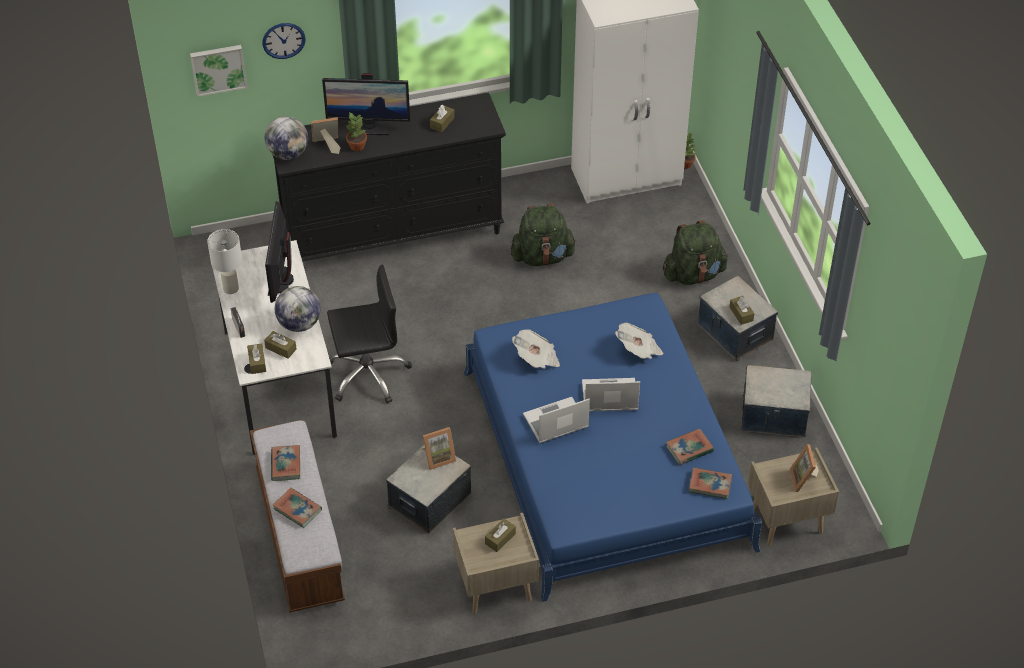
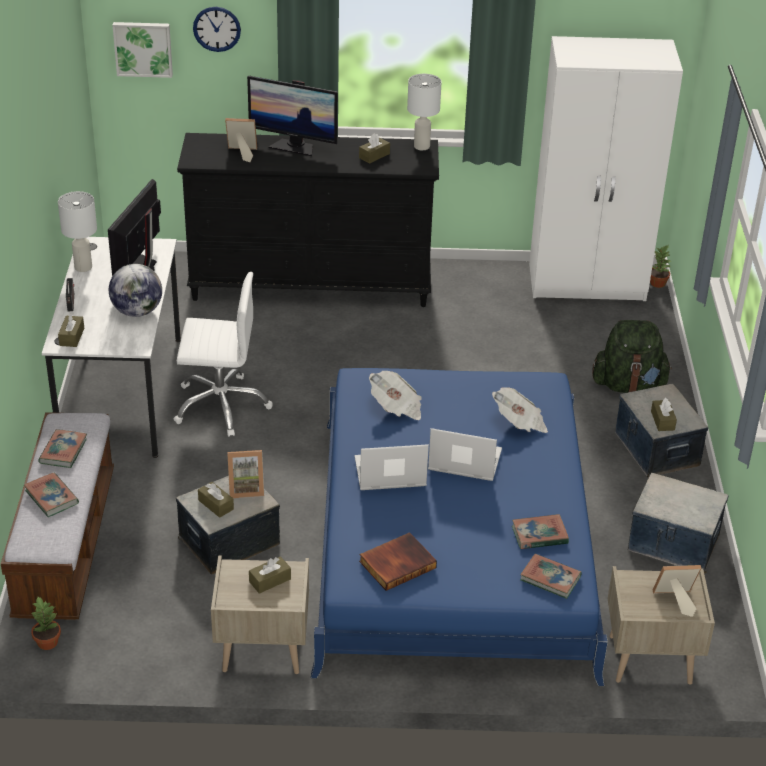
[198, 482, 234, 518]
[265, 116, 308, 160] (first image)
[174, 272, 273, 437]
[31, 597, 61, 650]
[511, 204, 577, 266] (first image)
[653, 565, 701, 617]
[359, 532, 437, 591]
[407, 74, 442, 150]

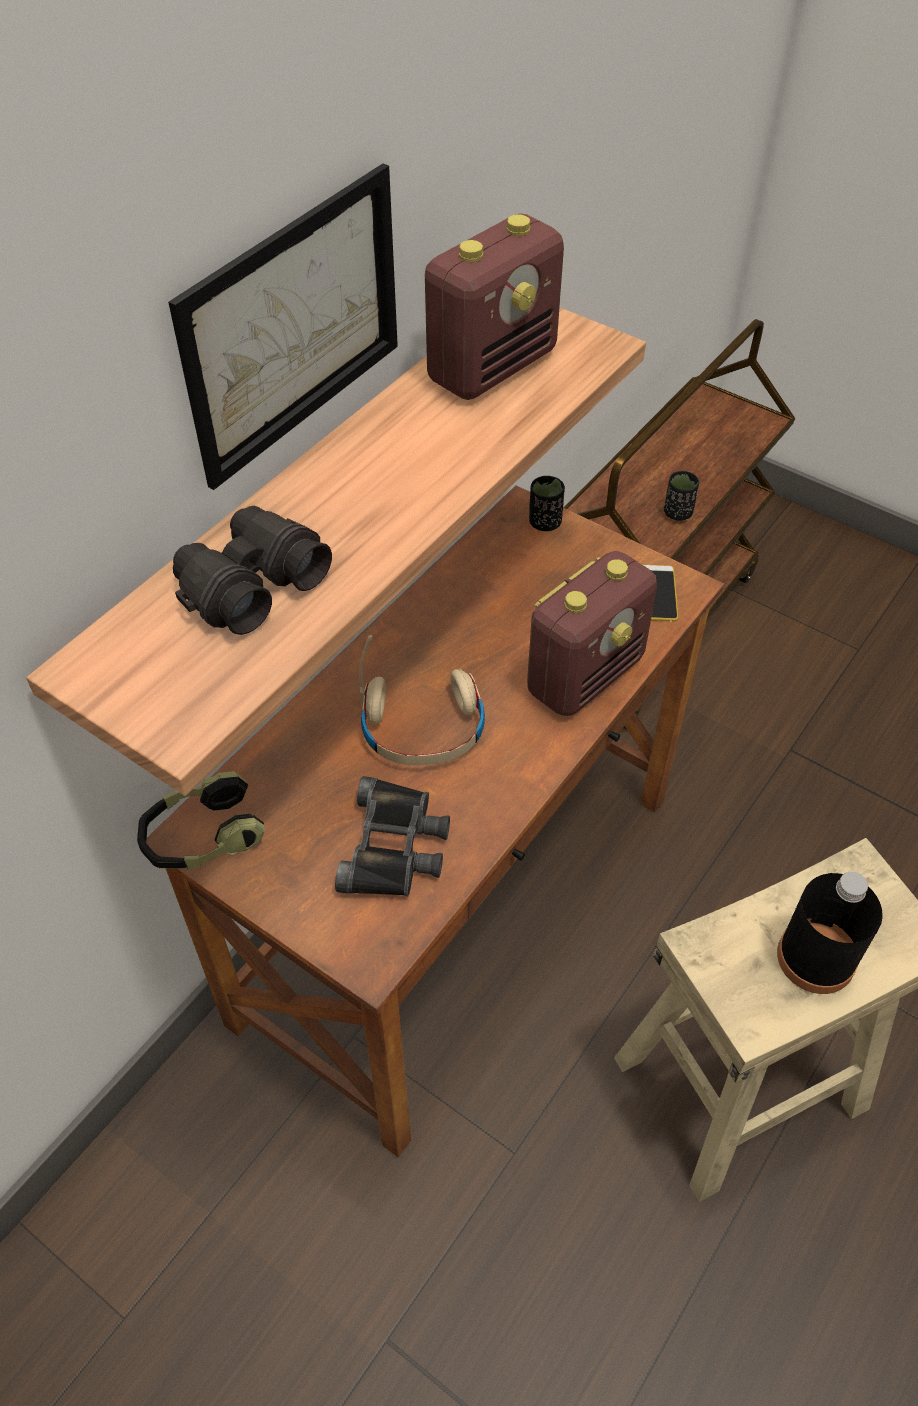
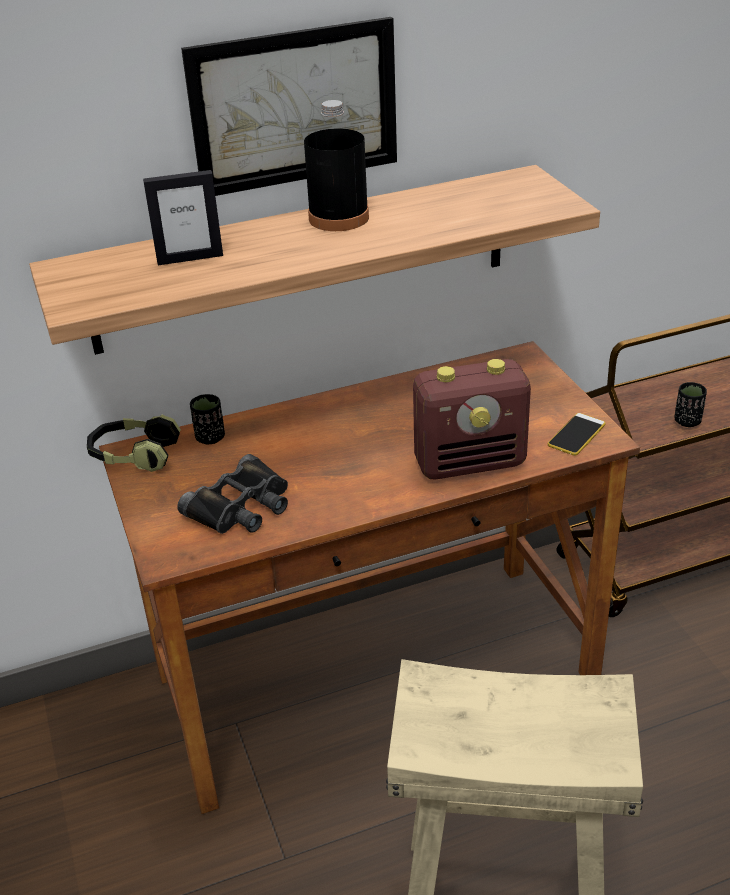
[143, 170, 223, 265]
[359, 635, 485, 765] (first image)
[425, 213, 564, 400] (first image)
[190, 394, 225, 444]
[304, 100, 369, 231]

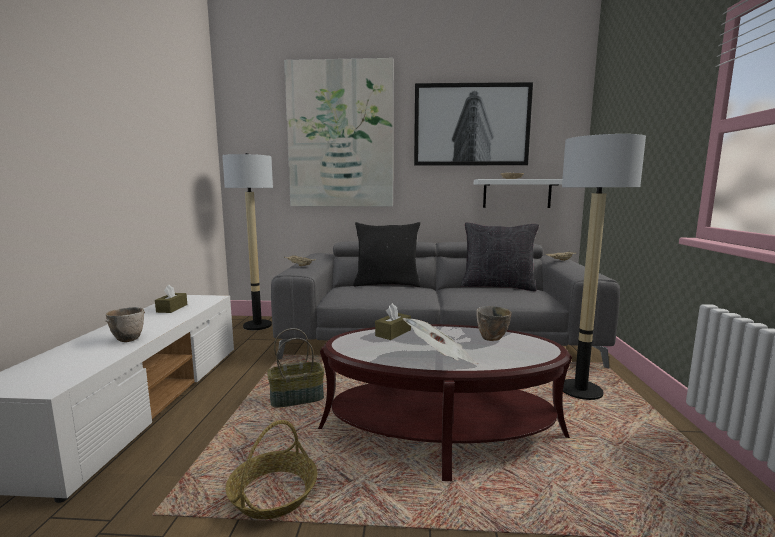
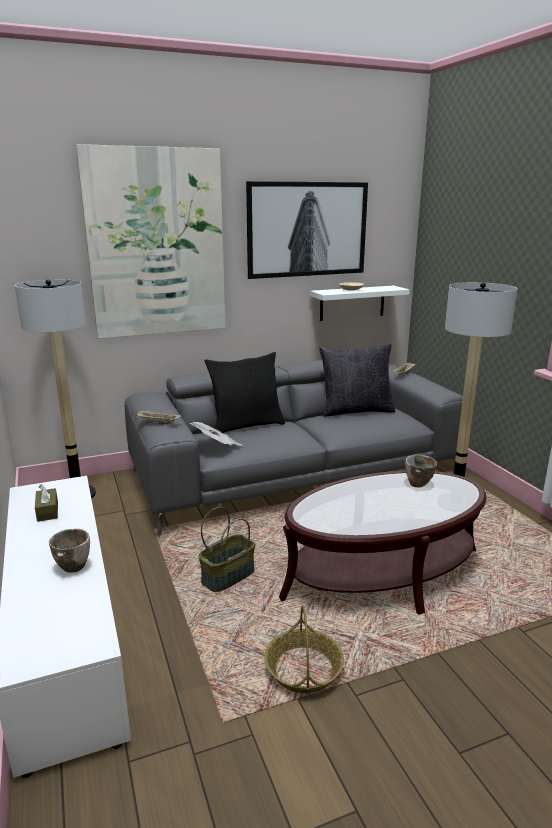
[375, 303, 411, 340] (first image)
[190, 422, 243, 446]

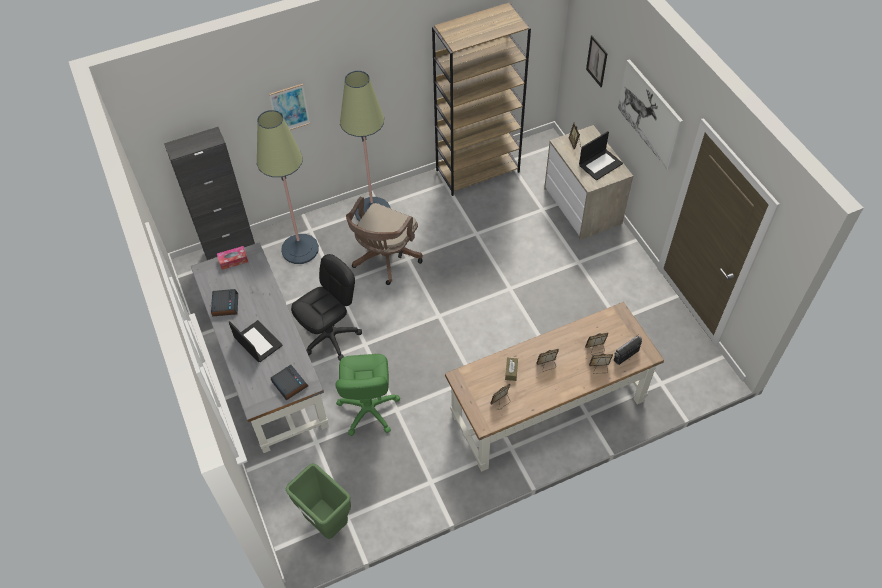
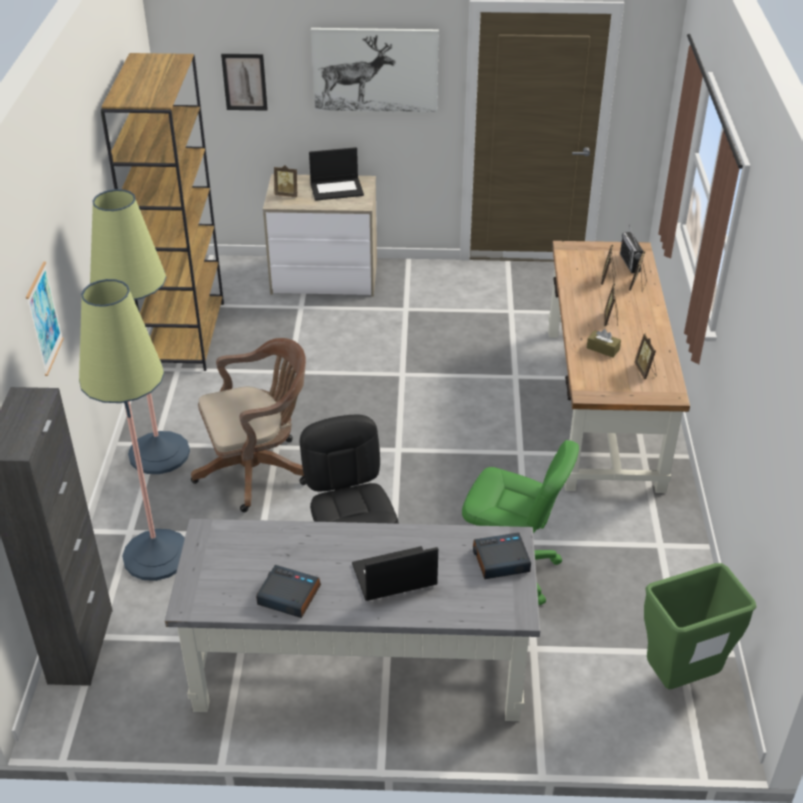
[217, 246, 248, 270] (first image)
[191, 338, 306, 512]
[309, 147, 364, 201]

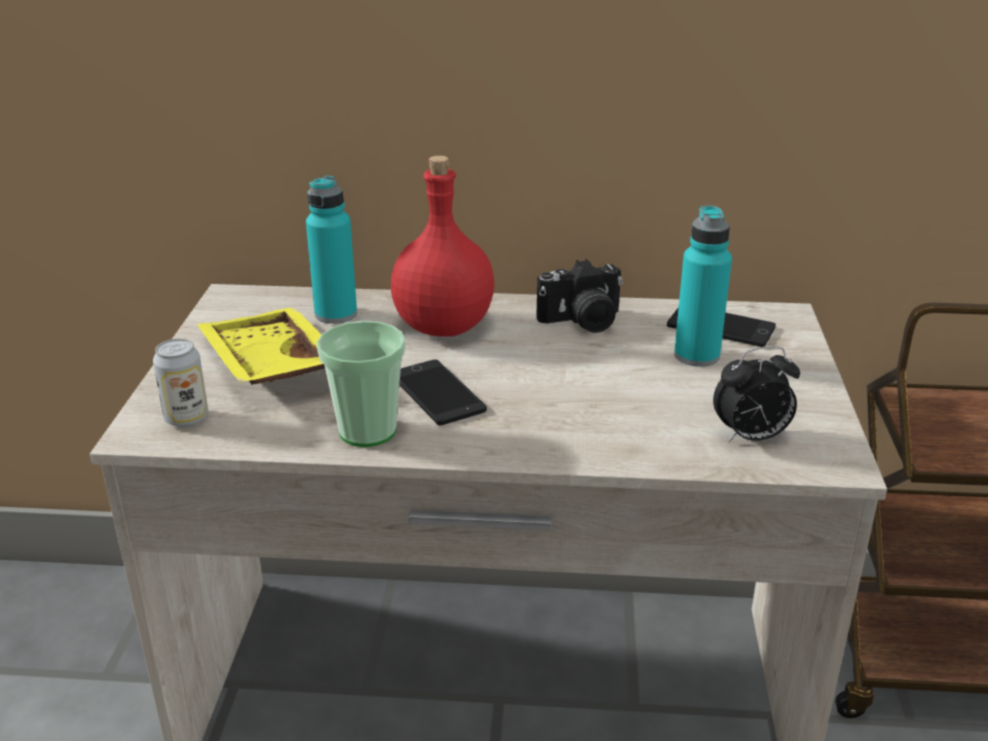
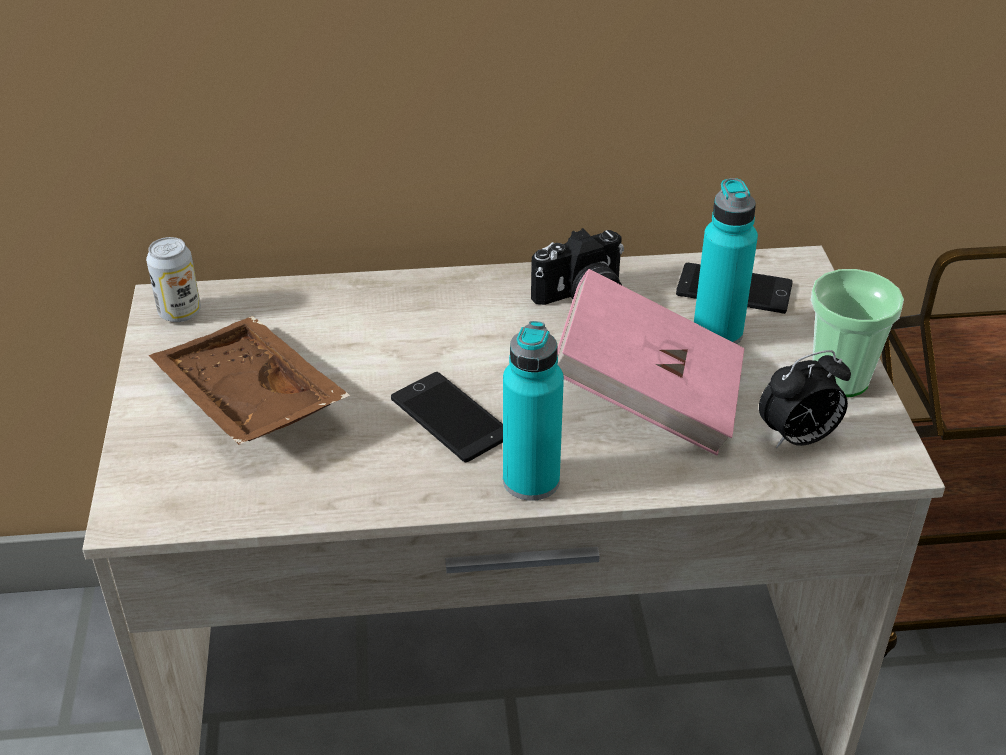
[146, 237, 201, 322]
[148, 316, 350, 445]
[503, 321, 564, 501]
[811, 269, 904, 397]
[391, 156, 494, 337] (first image)
[557, 269, 744, 455]

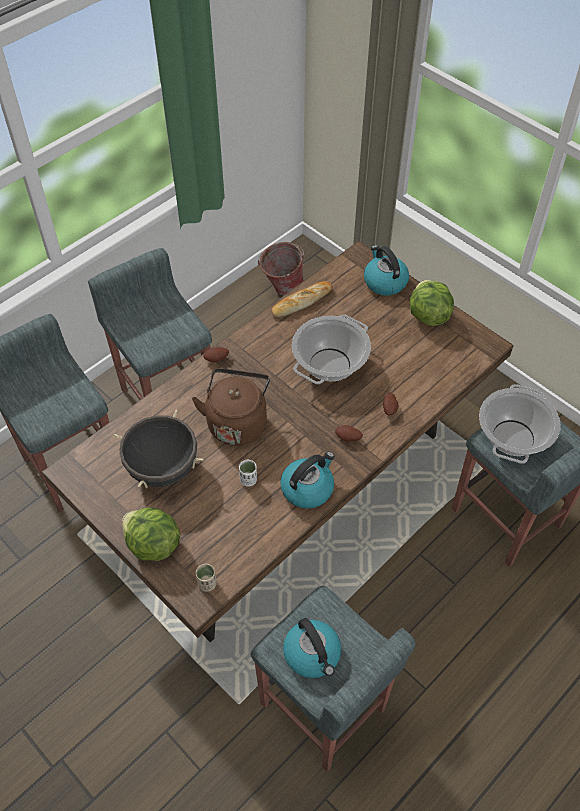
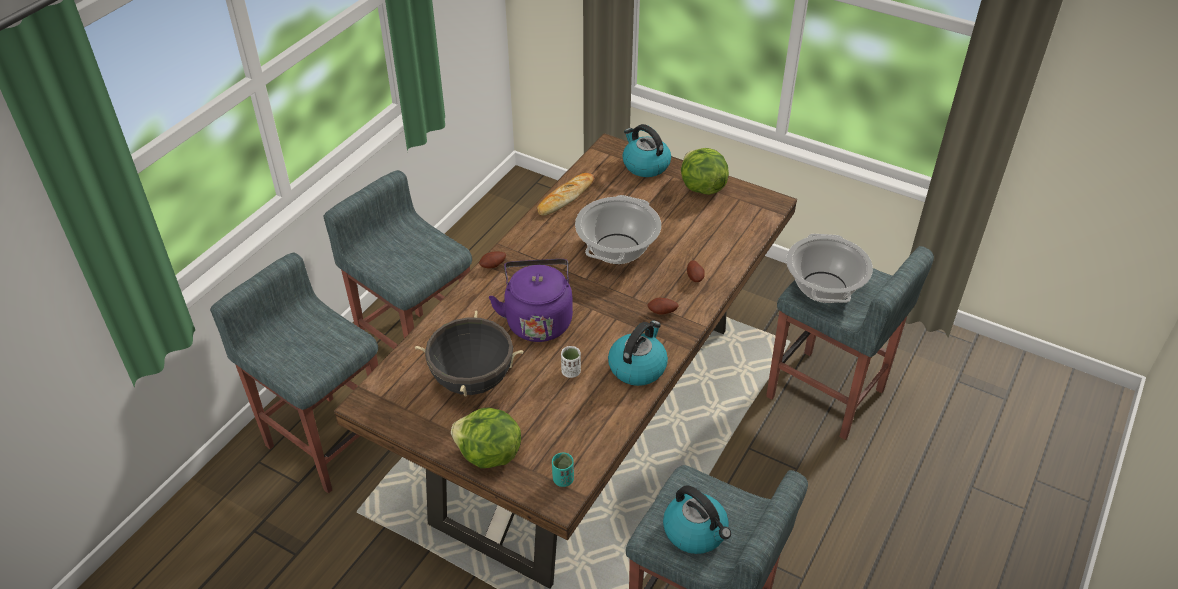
[489, 259, 573, 342]
[552, 452, 574, 487]
[258, 242, 304, 296] (first image)

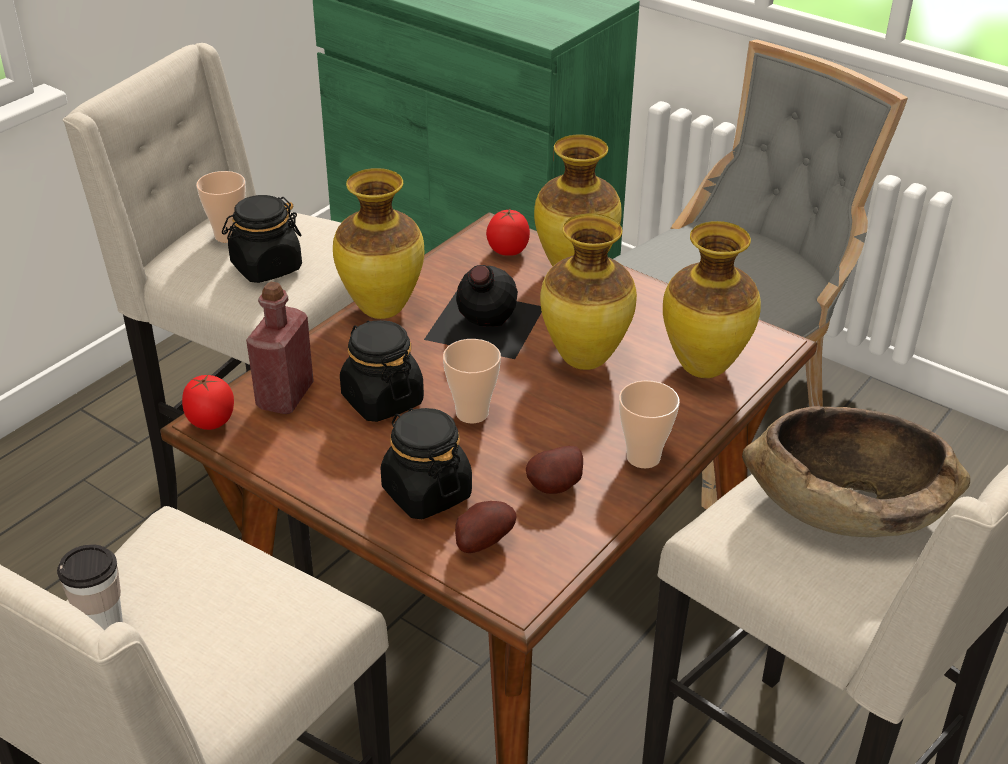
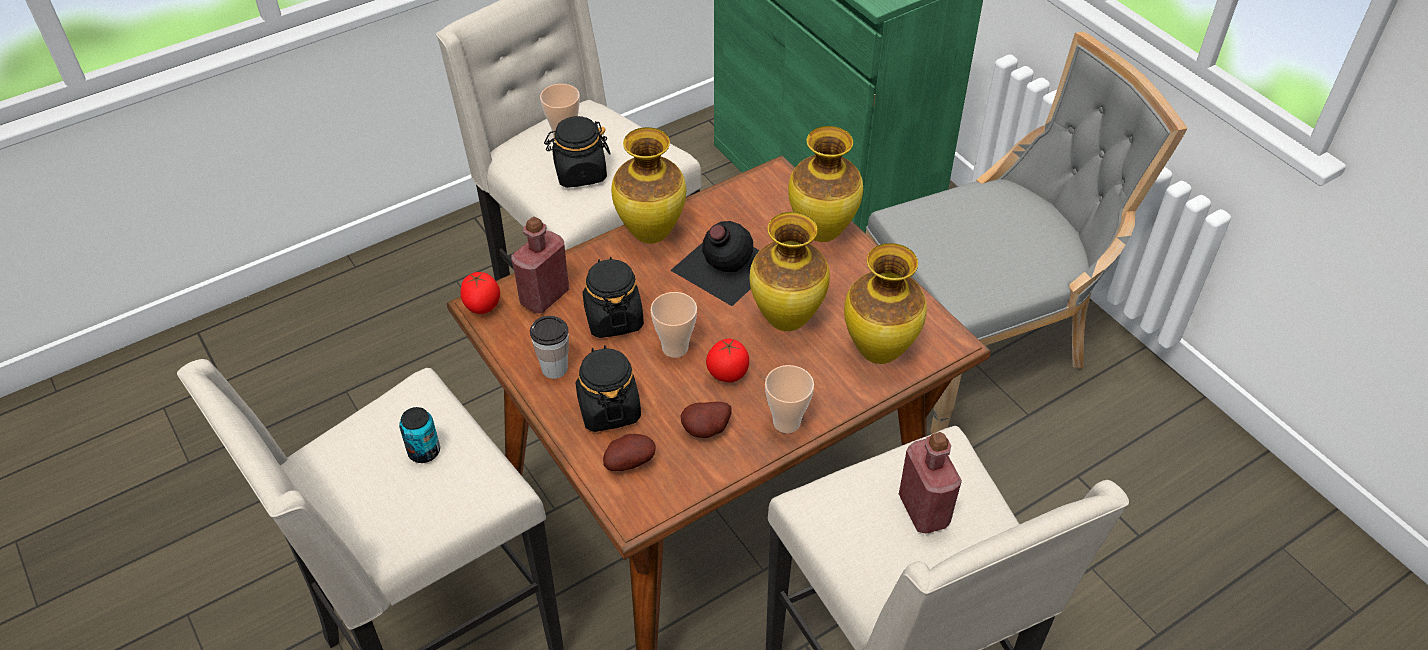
[530, 316, 569, 379]
[706, 339, 749, 382]
[899, 432, 962, 534]
[399, 407, 440, 463]

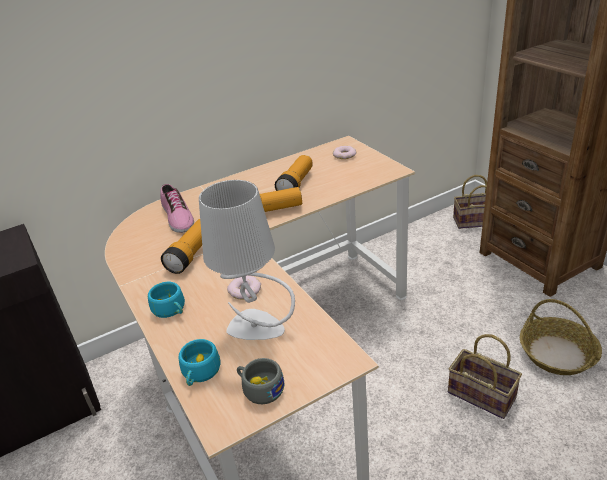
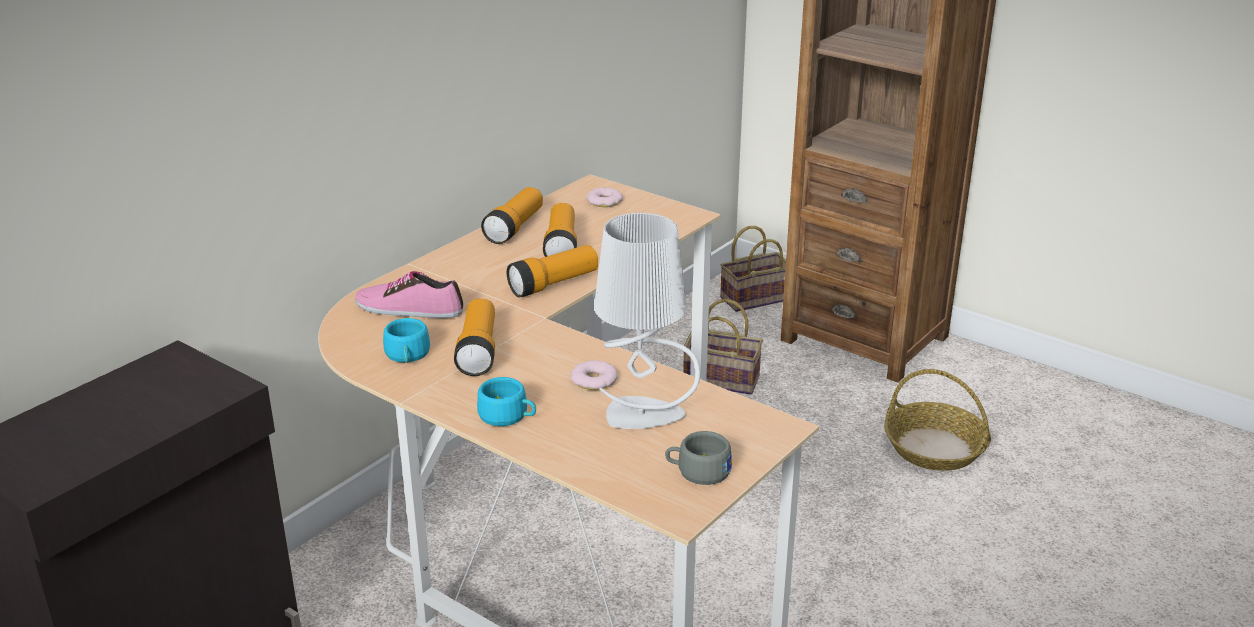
[355, 271, 463, 318]
[383, 318, 430, 363]
[683, 299, 763, 395]
[481, 187, 543, 244]

